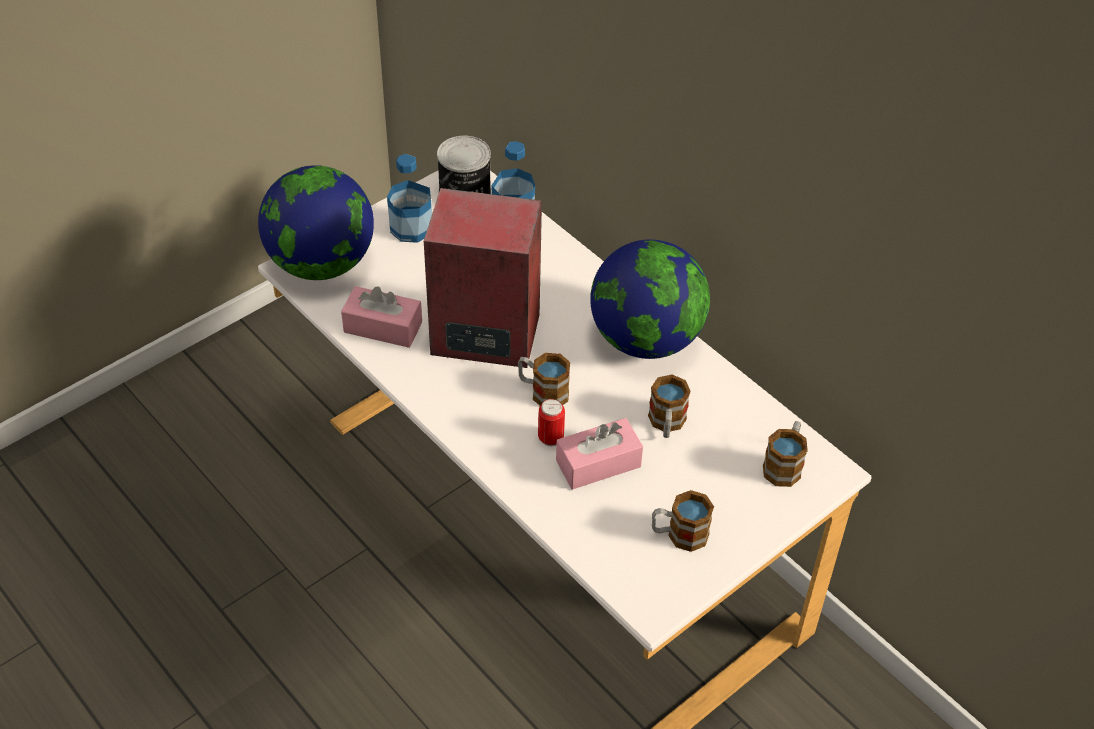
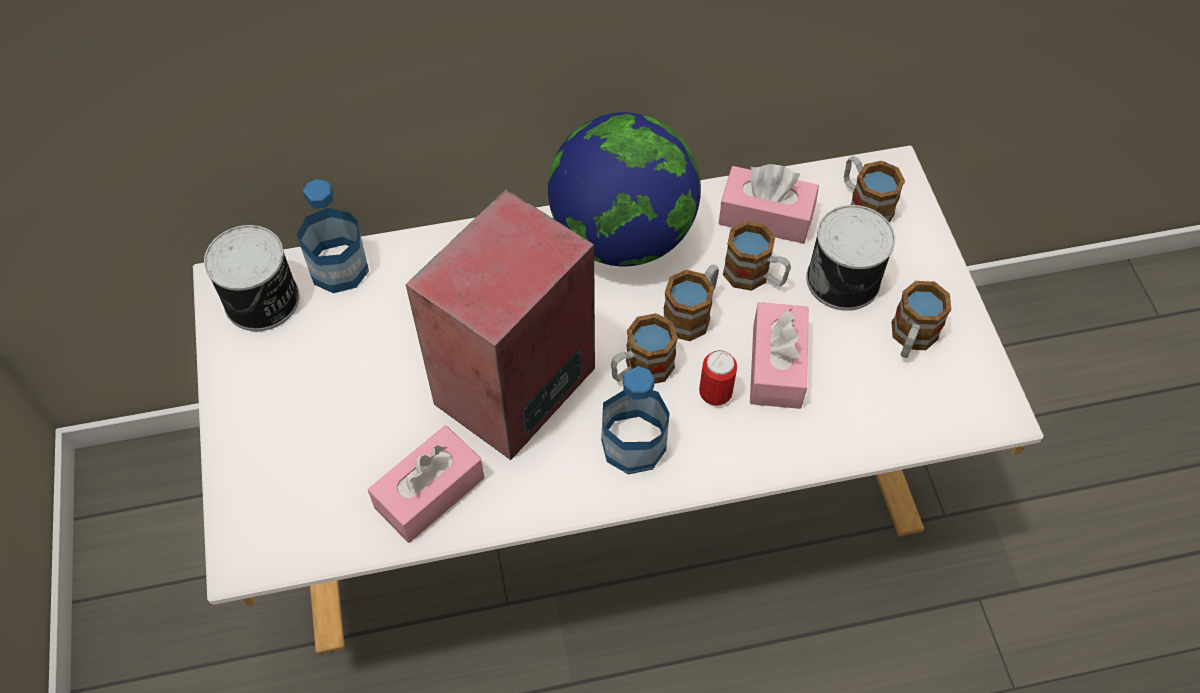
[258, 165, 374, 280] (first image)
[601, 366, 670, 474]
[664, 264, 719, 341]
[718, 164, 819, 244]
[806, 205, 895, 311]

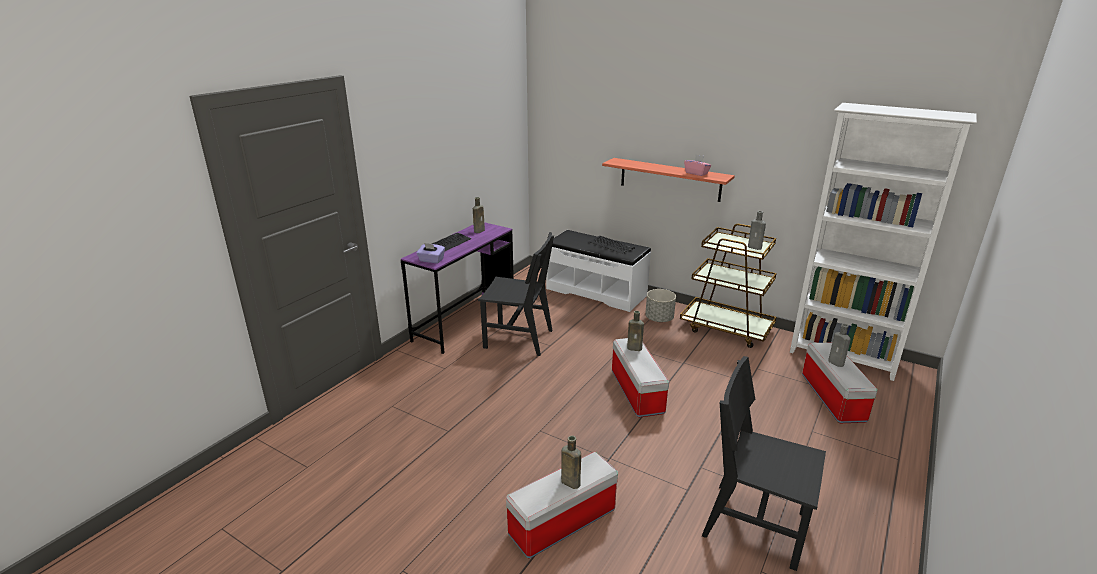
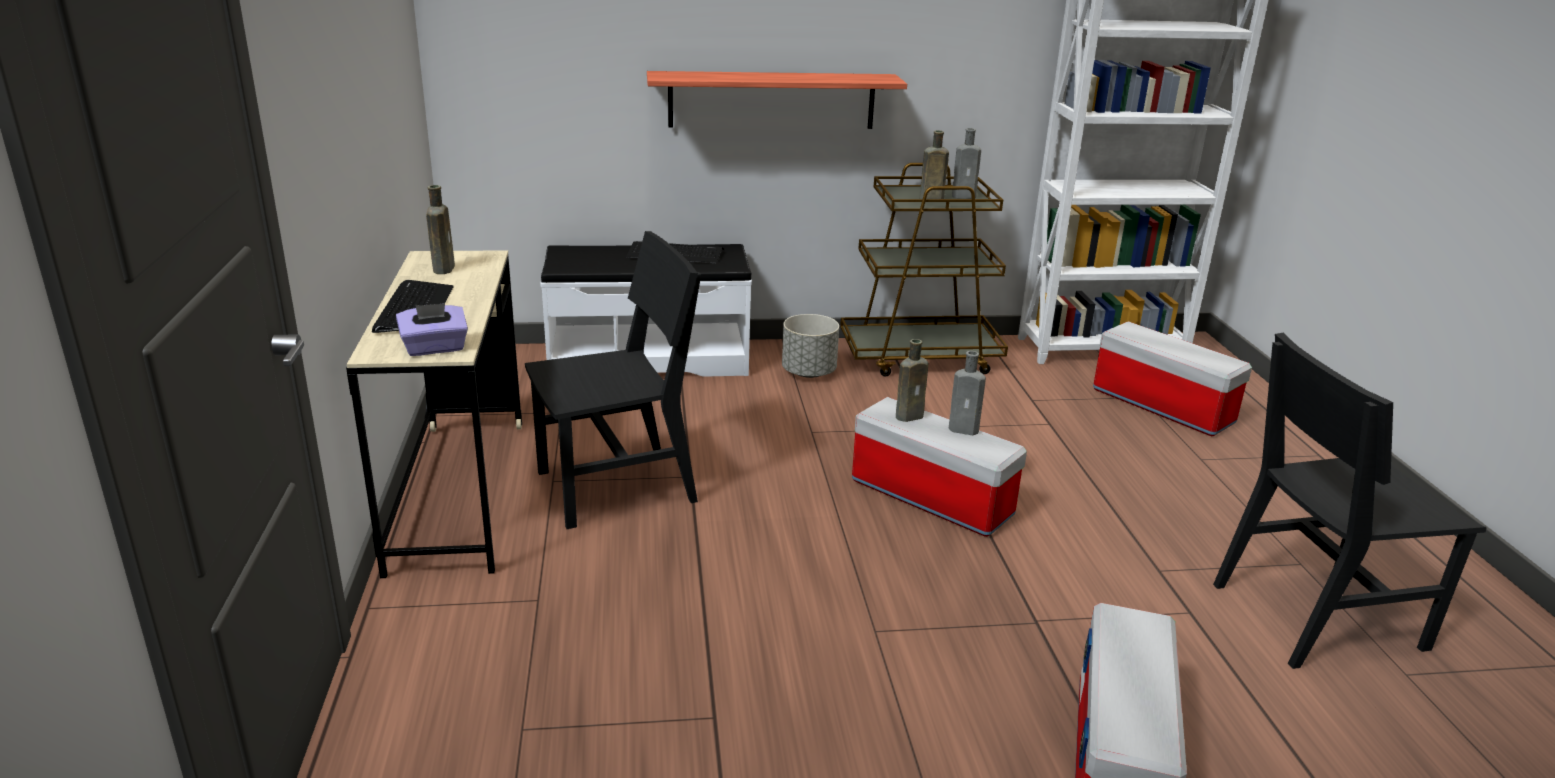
[346, 250, 522, 578]
[919, 130, 949, 199]
[684, 154, 711, 176] (first image)
[949, 351, 986, 435]

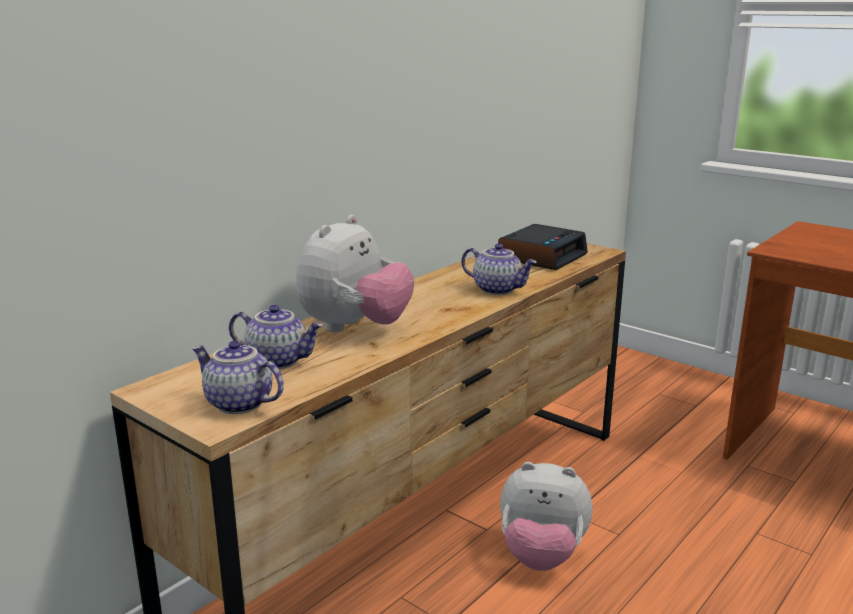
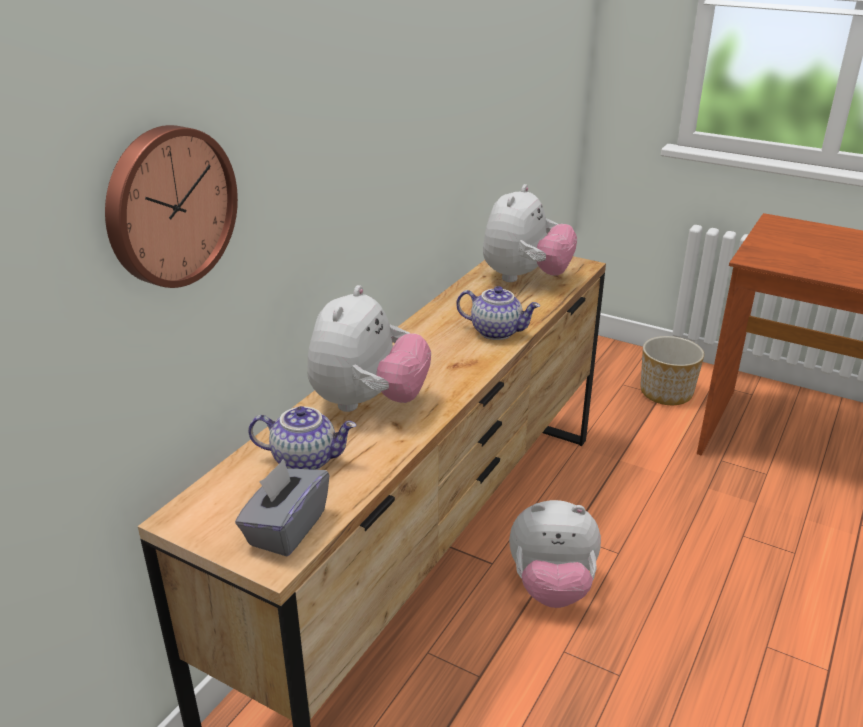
[235, 459, 330, 557]
[483, 184, 577, 282]
[105, 125, 238, 288]
[640, 336, 704, 405]

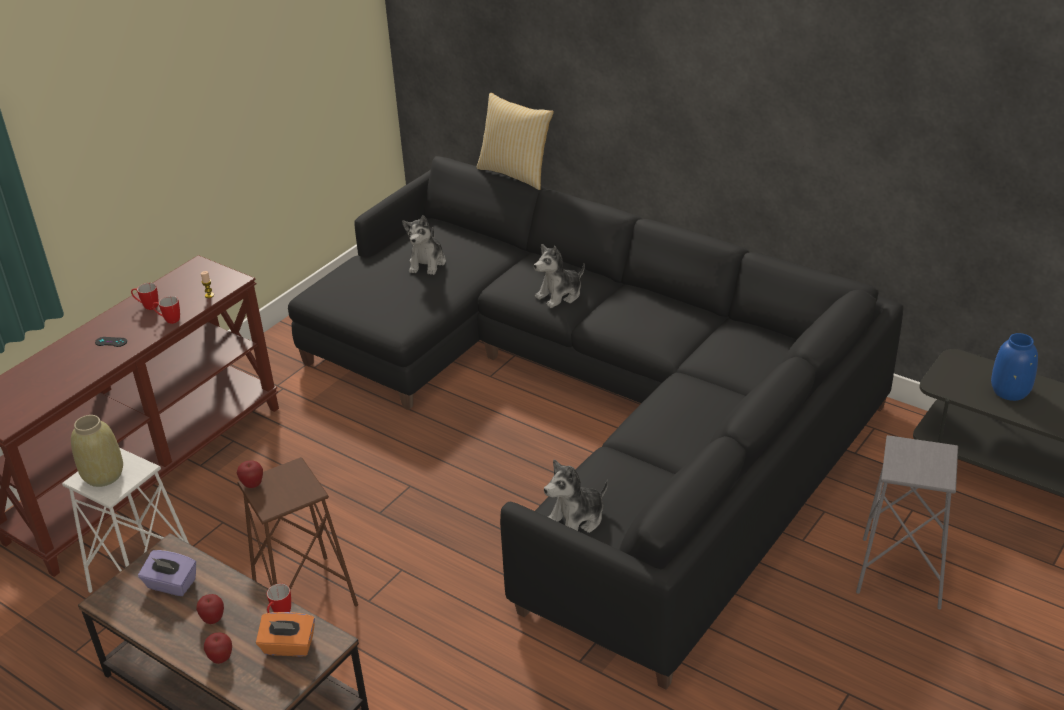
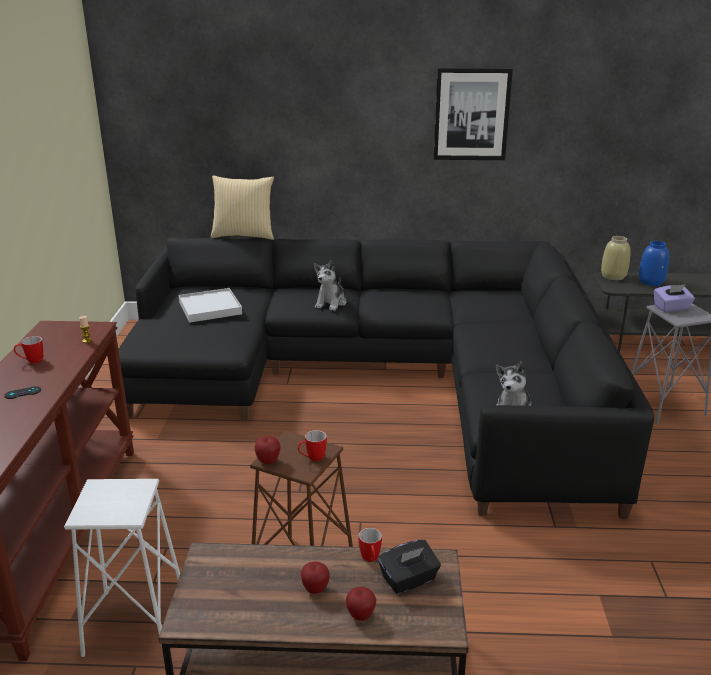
[601, 236, 630, 280]
[654, 284, 695, 312]
[298, 430, 327, 461]
[378, 540, 441, 594]
[179, 288, 242, 323]
[433, 68, 513, 160]

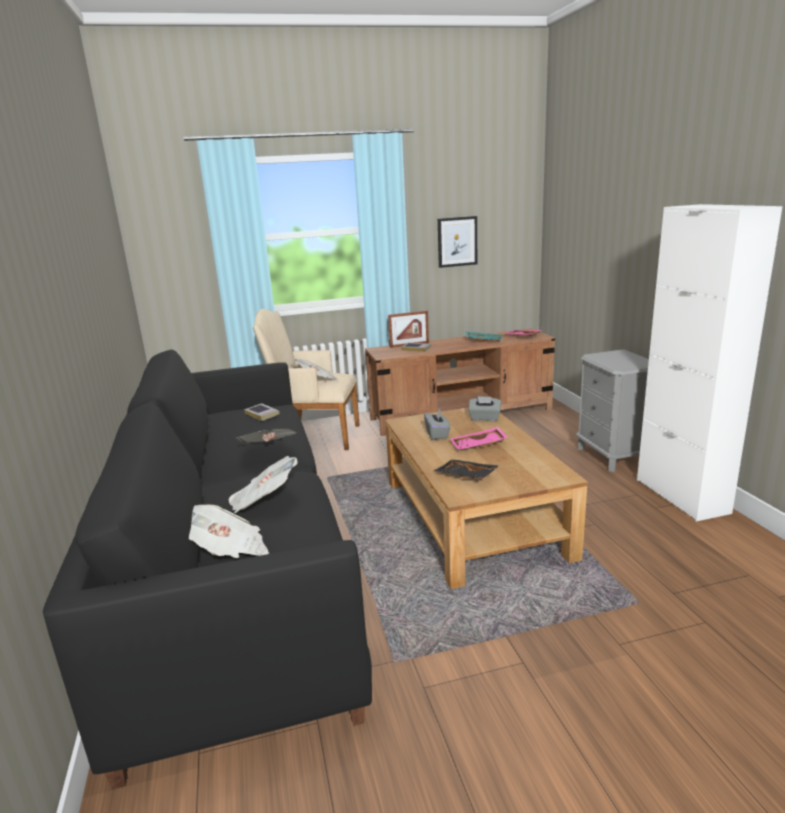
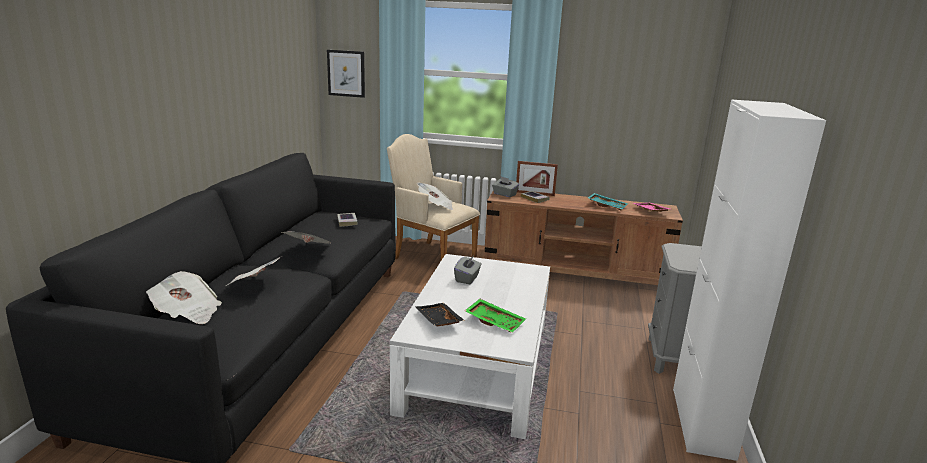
[390, 254, 550, 439]
[327, 50, 365, 98]
[450, 427, 508, 450] (first image)
[492, 177, 519, 197]
[465, 299, 526, 333]

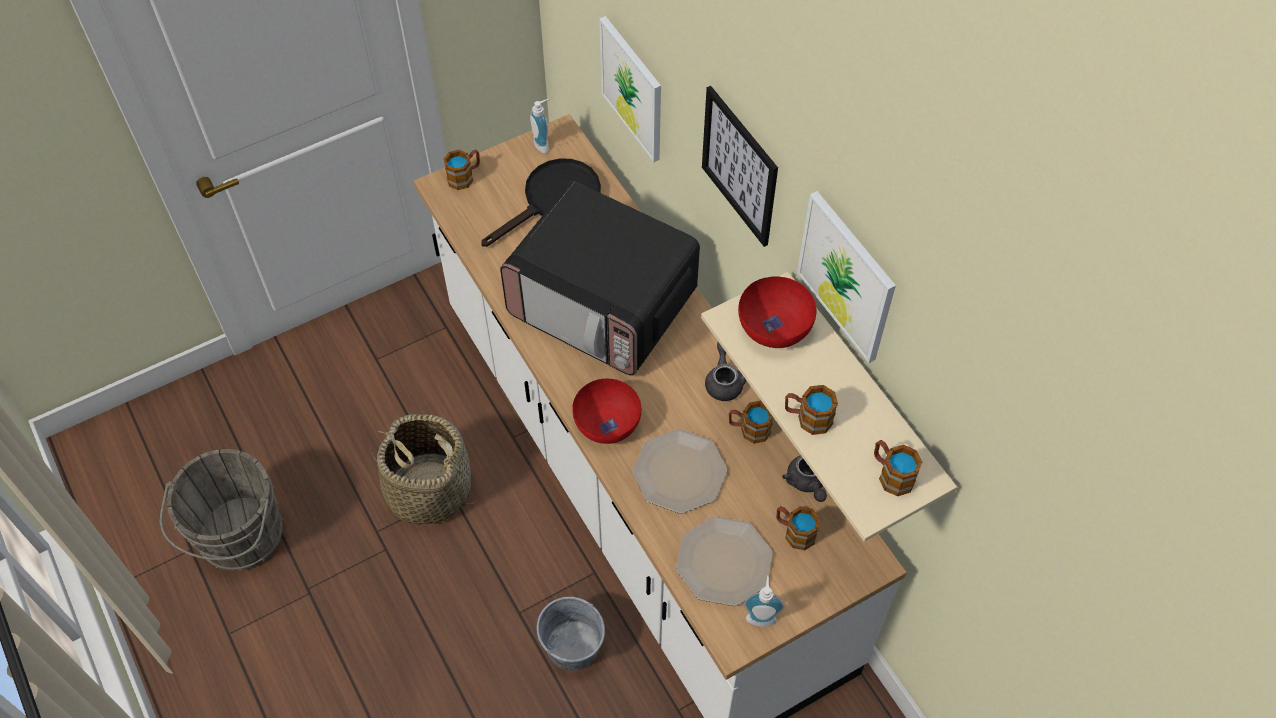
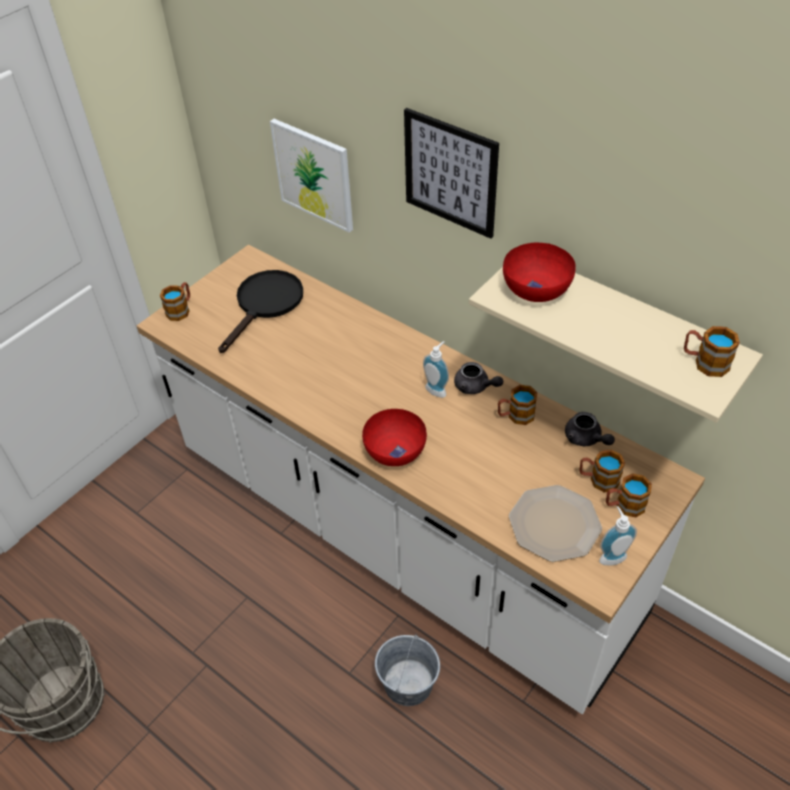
[369, 414, 475, 525] (first image)
[500, 181, 700, 376] (first image)
[423, 341, 449, 398]
[633, 429, 727, 513] (first image)
[454, 362, 503, 394]
[606, 473, 652, 517]
[797, 191, 896, 363] (first image)

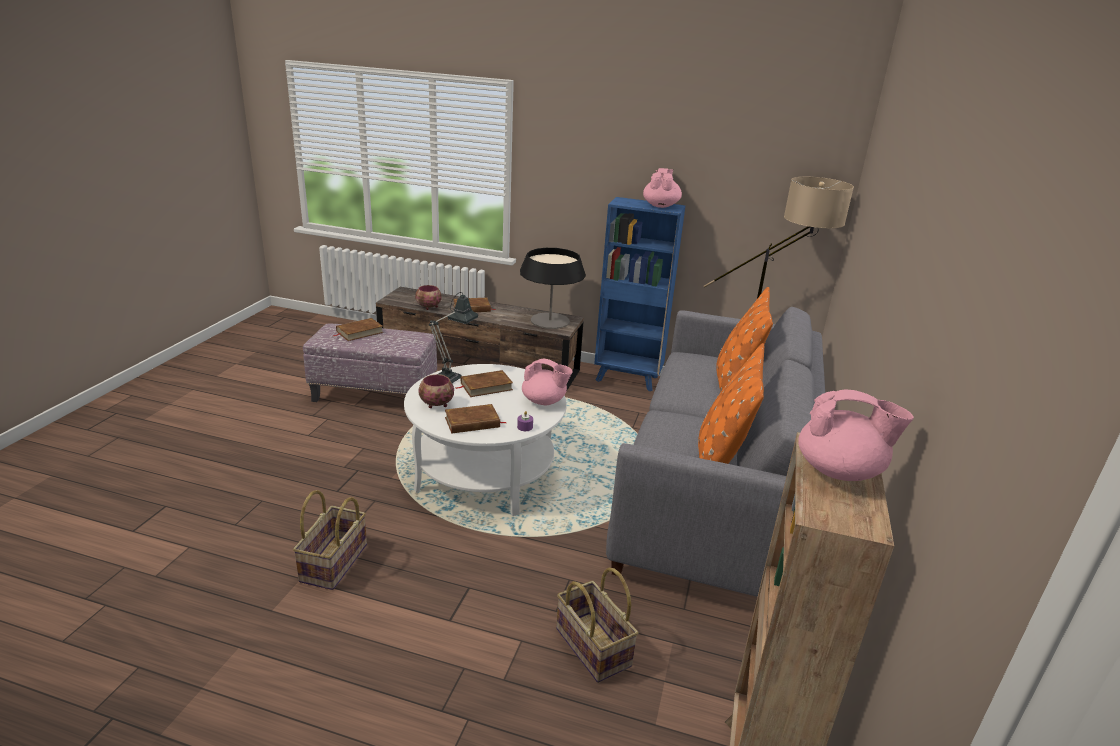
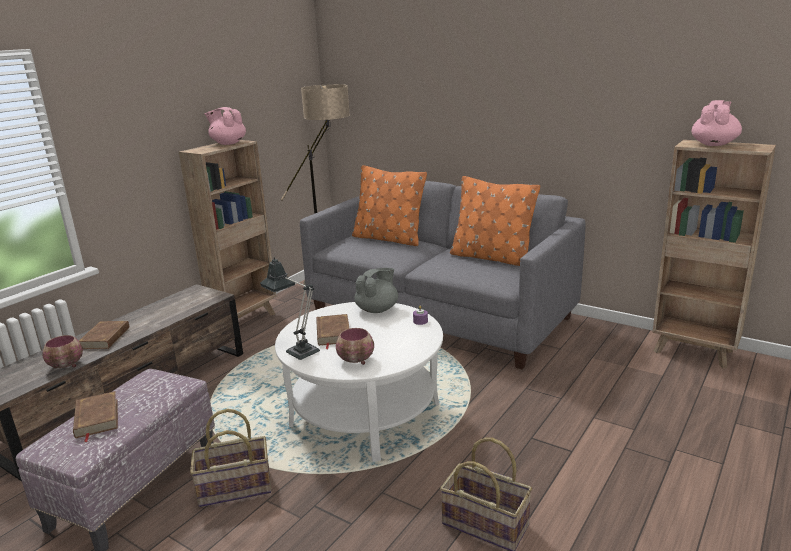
[445, 404, 506, 434] (first image)
[520, 248, 586, 329] (first image)
[355, 268, 398, 313]
[190, 409, 271, 507]
[179, 140, 277, 318]

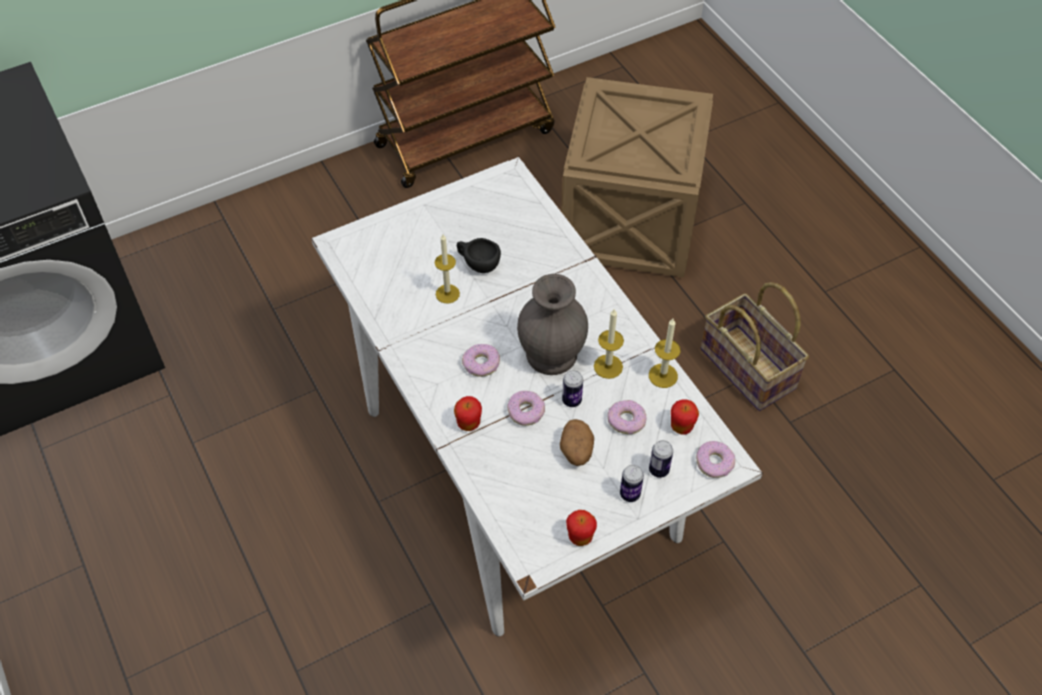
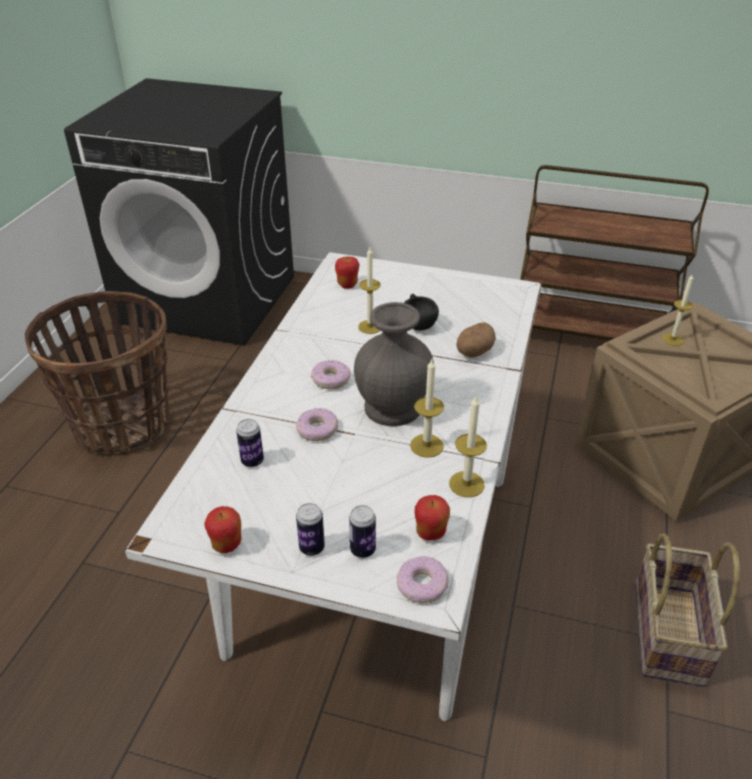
[335, 256, 360, 289]
[456, 322, 496, 358]
[236, 419, 264, 467]
[608, 400, 647, 434] (first image)
[25, 291, 169, 455]
[662, 273, 694, 346]

